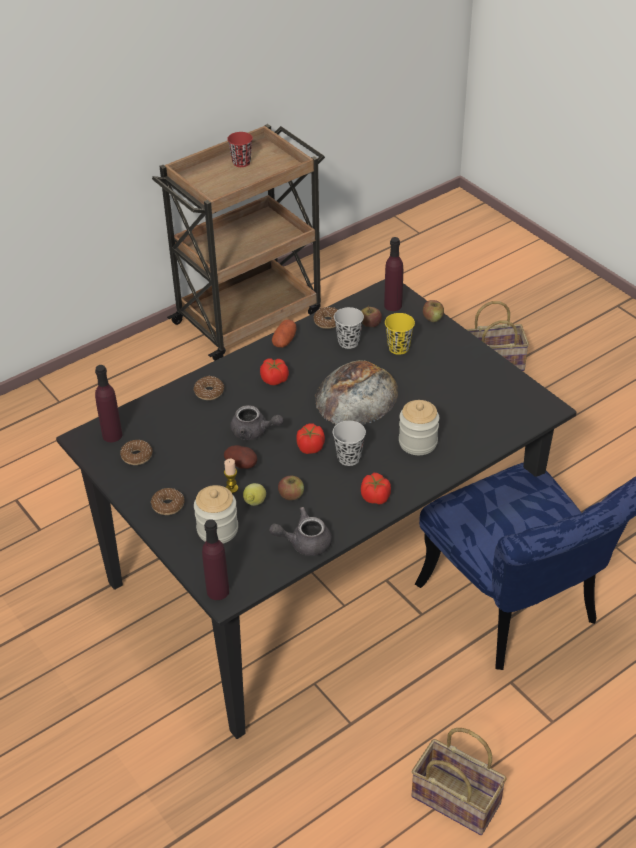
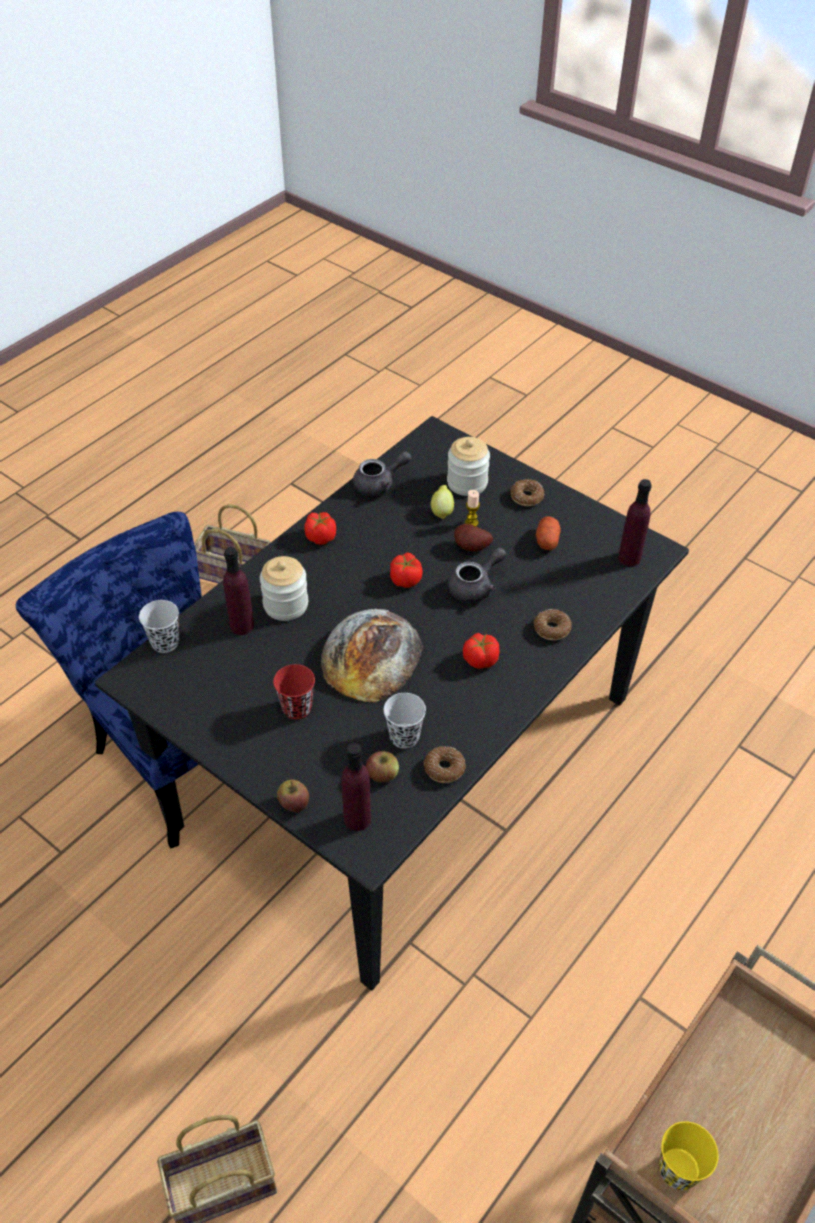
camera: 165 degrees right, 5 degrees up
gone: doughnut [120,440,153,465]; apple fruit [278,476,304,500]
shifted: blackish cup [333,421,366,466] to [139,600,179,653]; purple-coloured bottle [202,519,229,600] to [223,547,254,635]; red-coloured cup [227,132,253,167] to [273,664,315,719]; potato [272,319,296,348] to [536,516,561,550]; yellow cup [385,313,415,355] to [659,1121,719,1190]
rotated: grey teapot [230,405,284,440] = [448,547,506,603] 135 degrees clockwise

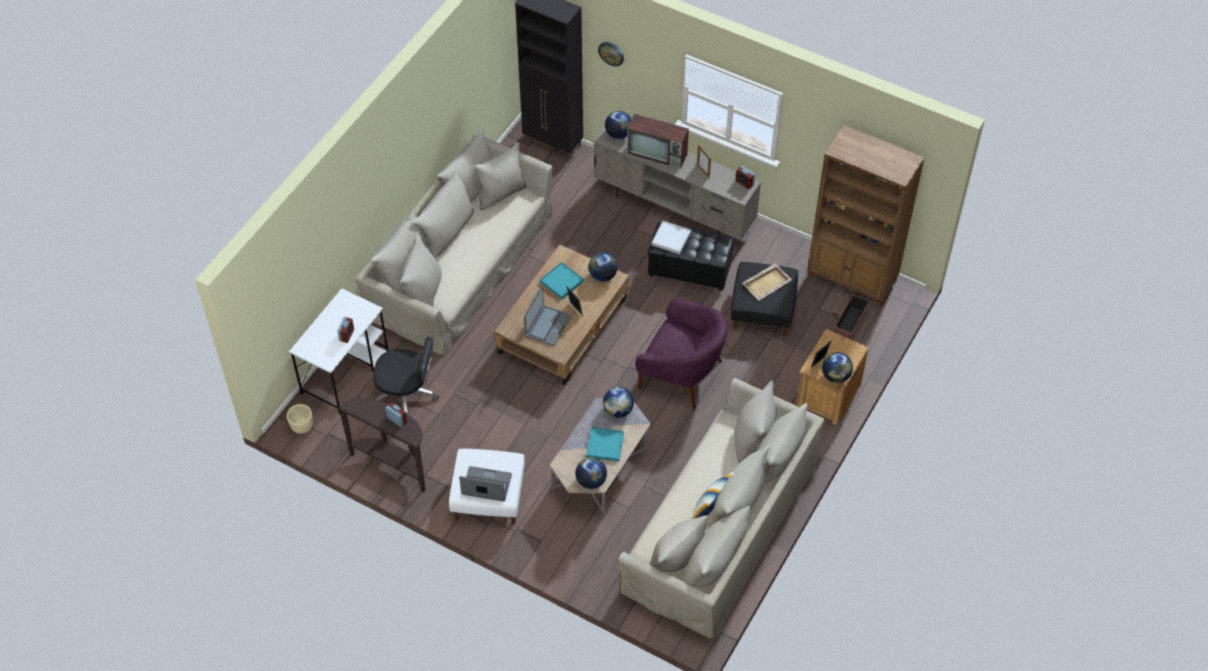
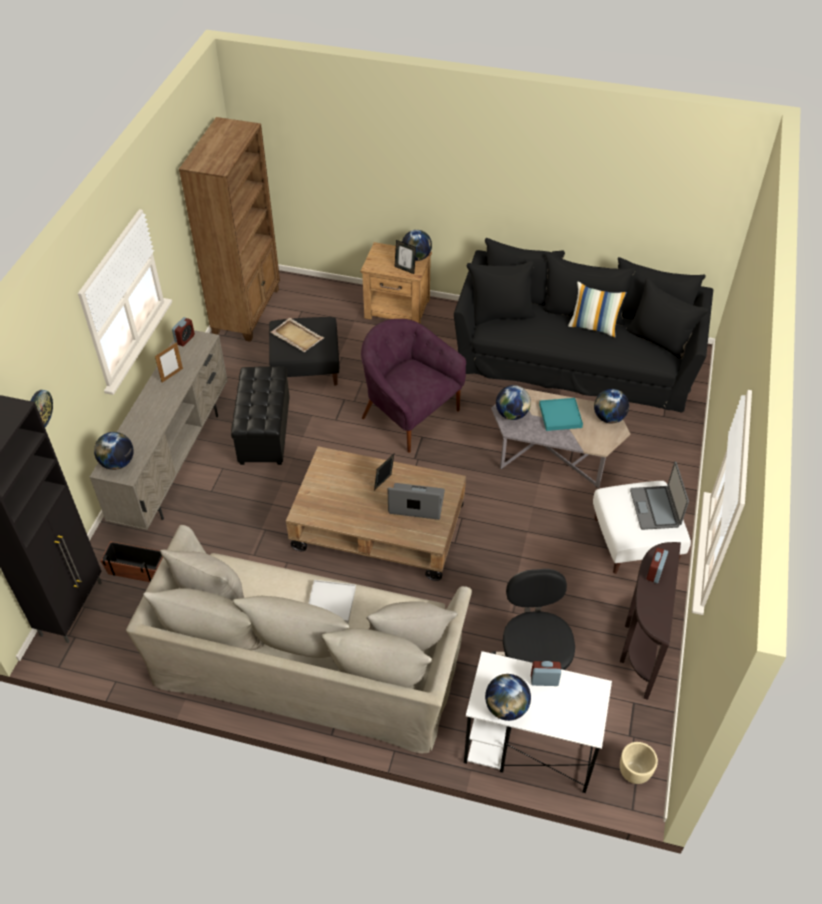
camera: 105 degrees left, 5 degrees down
gone: turquoise-coloured tray [540,262,584,299]; TV [627,114,689,169]
shifted: flower pot [832,291,870,339] to [100,541,163,582]; white-coloured tray [651,221,691,254] to [308,580,356,624]; world globe [588,253,618,282] to [485,674,531,721]
repainted: beige-coloured settee [618,378,824,639] to blackish settee [454,238,713,413]
rotated: purple-coloured armchair [635,298,728,409] = [361,319,466,453] 60 degrees counterclockwise

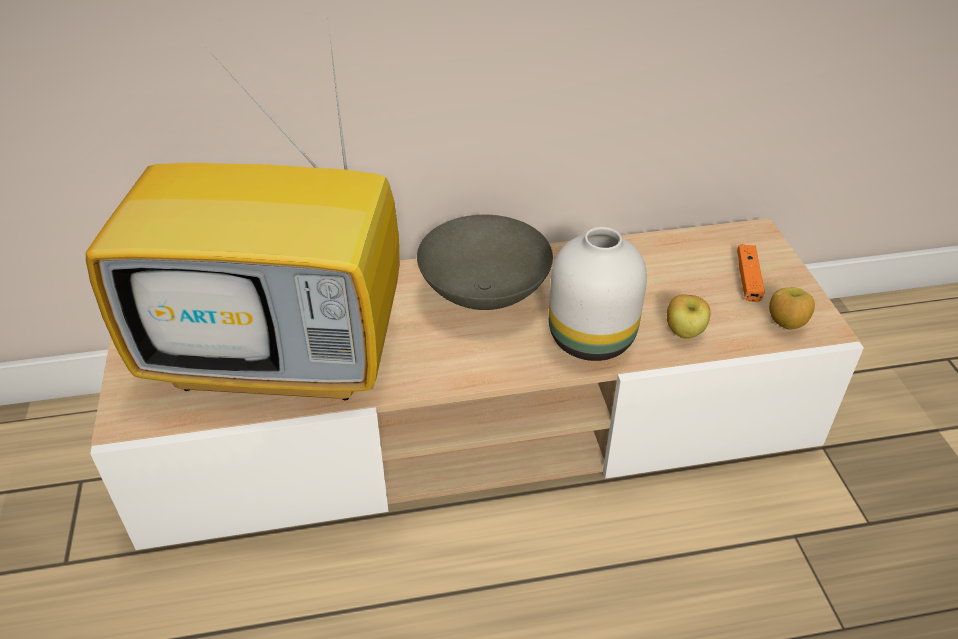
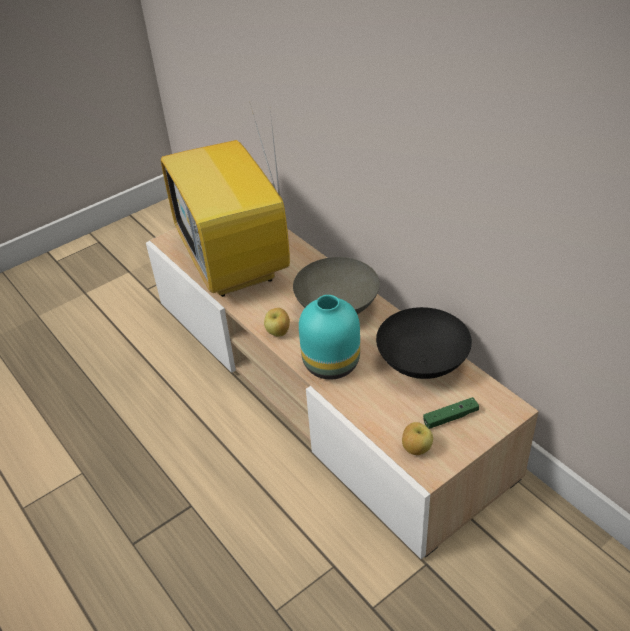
camera: 65 degrees right, 0 degrees up
new: blackish deep dish [376,307,472,379]
shifted: apple fruit [667,294,710,339] to [264,308,290,337]
repainted: white-coloured flower vase [549,227,647,361] to turquoise-coloured flower vase [299,295,360,379]; orangey game controller [737,244,765,302] to green-coloured game controller [423,397,479,429]

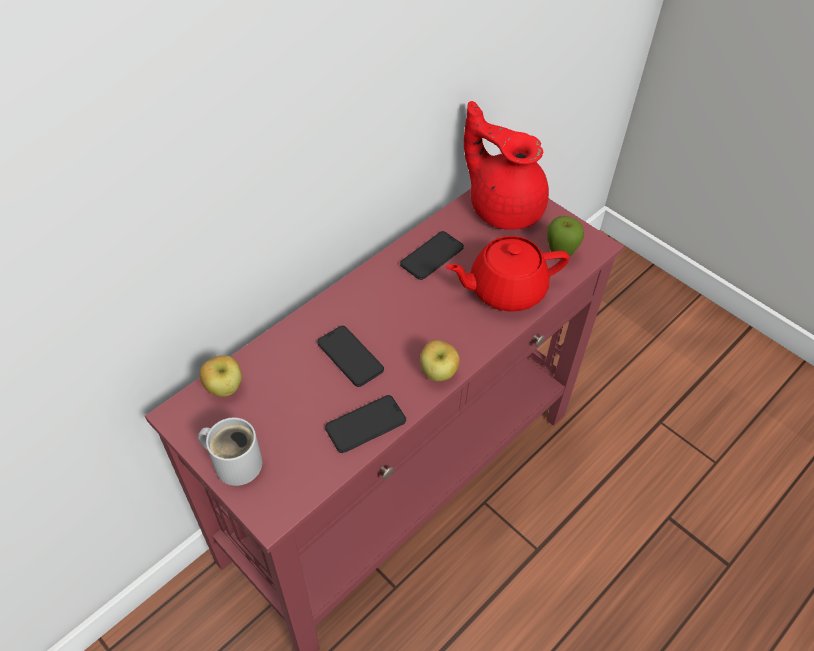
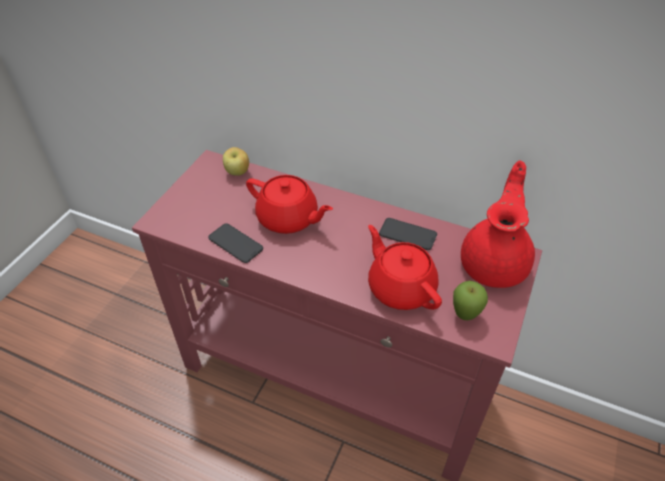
camera: 70 degrees right, 5 degrees down
gone: white-coloured coffee mug [198,418,262,486]; apple fruit [420,340,460,381]
swapped: handset [317,326,384,387] to red-coloured teapot [246,175,333,234]

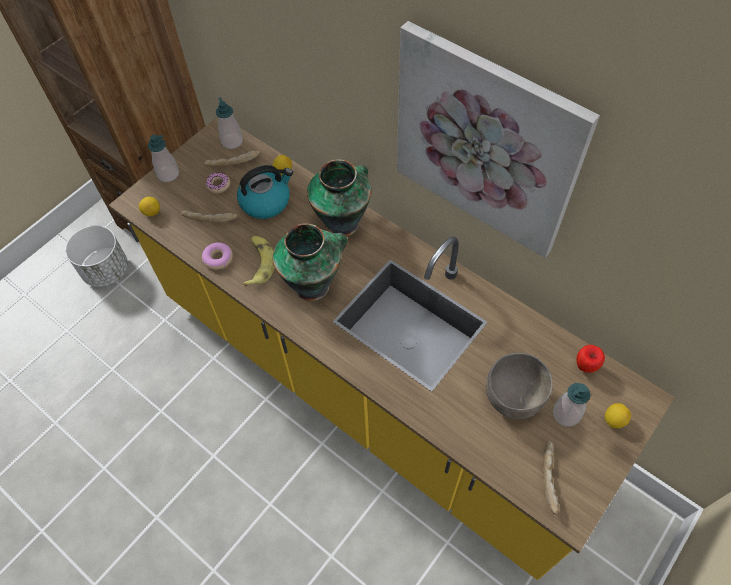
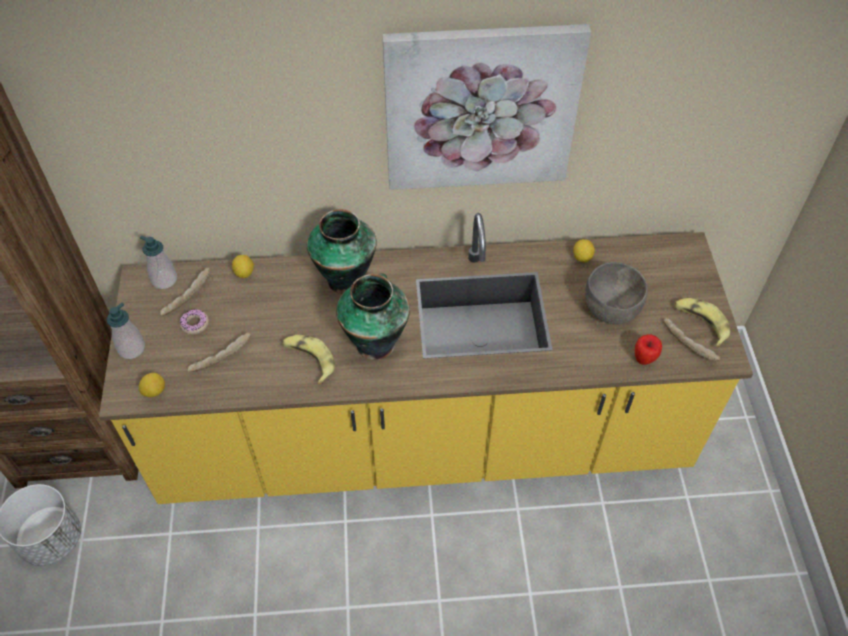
camera: 45 degrees left, 5 degrees down
gone: doughnut [202,242,233,270]; kettle [237,165,293,219]; liquid soap bottle [553,383,591,427]
new: banana fruit [674,298,730,348]
shifted: lemon [605,403,631,428] to [573,239,595,263]; apple fruit [576,345,605,373] to [635,334,662,365]

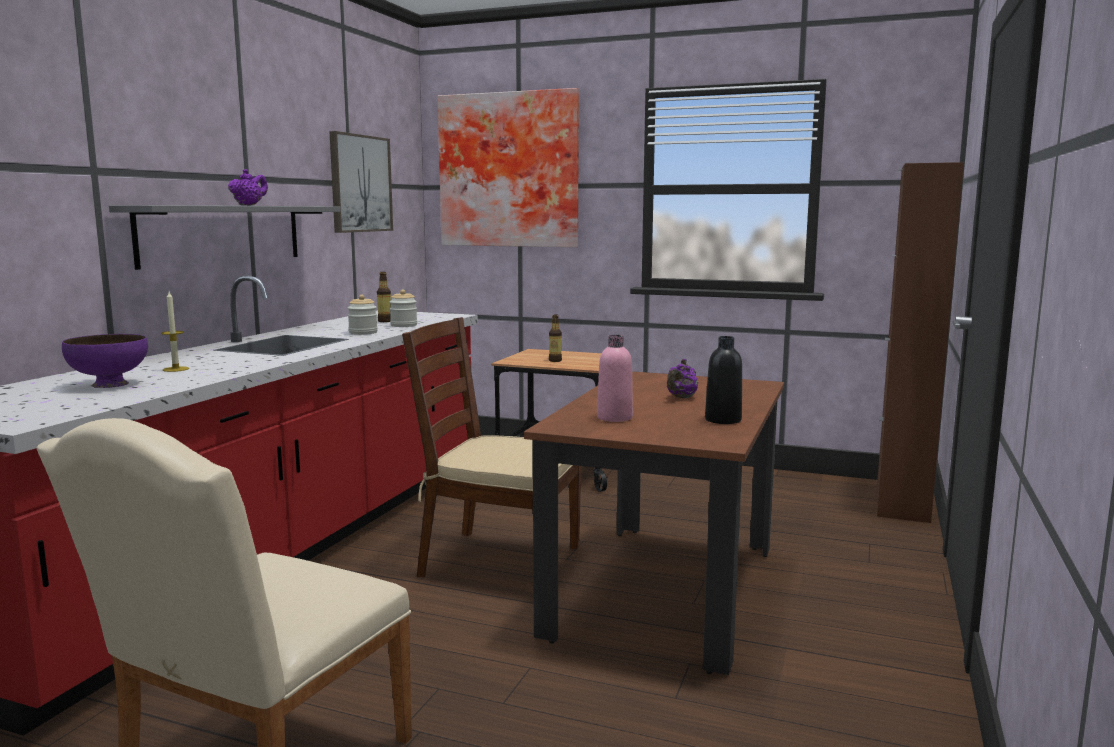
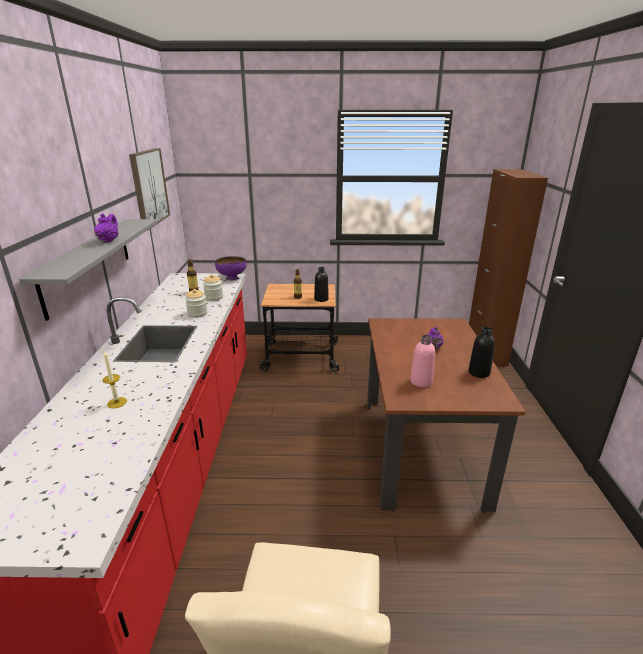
camera: 20 degrees left, 15 degrees up
gone: brown-coloured upright chair [402,317,582,577]; picture [438,88,579,247]
new: blackish bottle [314,267,329,302]
shifted: purple-coloured deep dish [62,334,148,388] to [215,256,247,281]

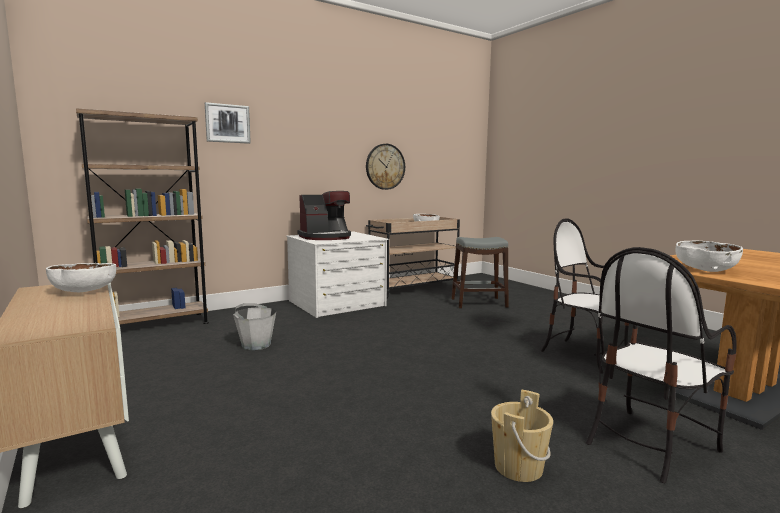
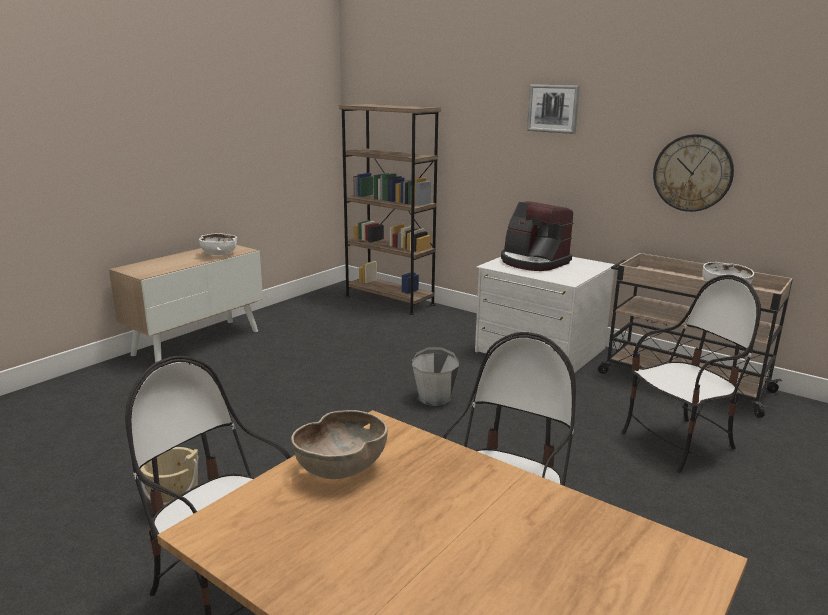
camera: 70 degrees right, 10 degrees up
shifted: grey bucket [233,303,276,350] to [412,347,459,406]; picture [205,102,251,144] to [527,84,580,134]
swapped: grey stool [451,237,508,308] to upright chair [622,275,761,473]
repainted: white-coloured deep dish [675,241,743,272] to brown-coloured deep dish [291,410,388,479]

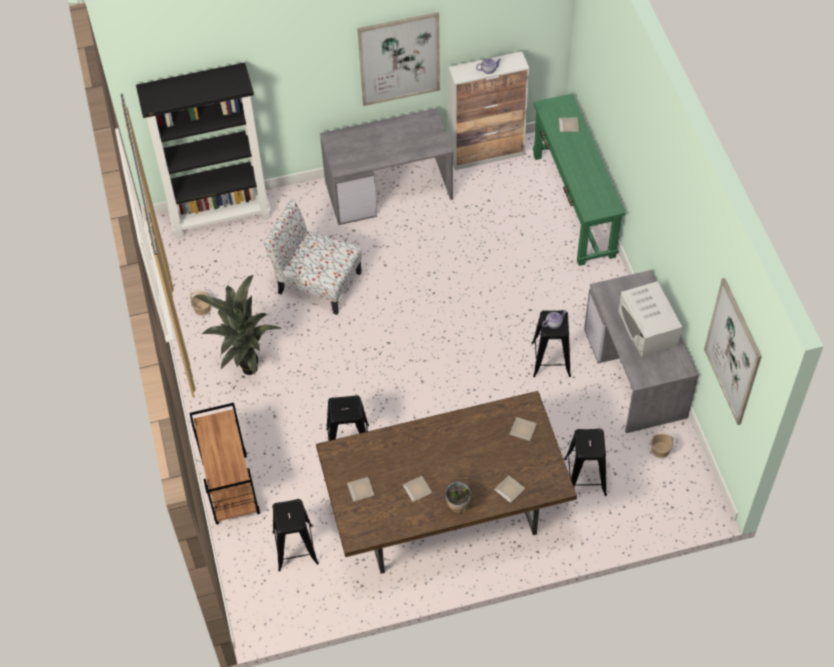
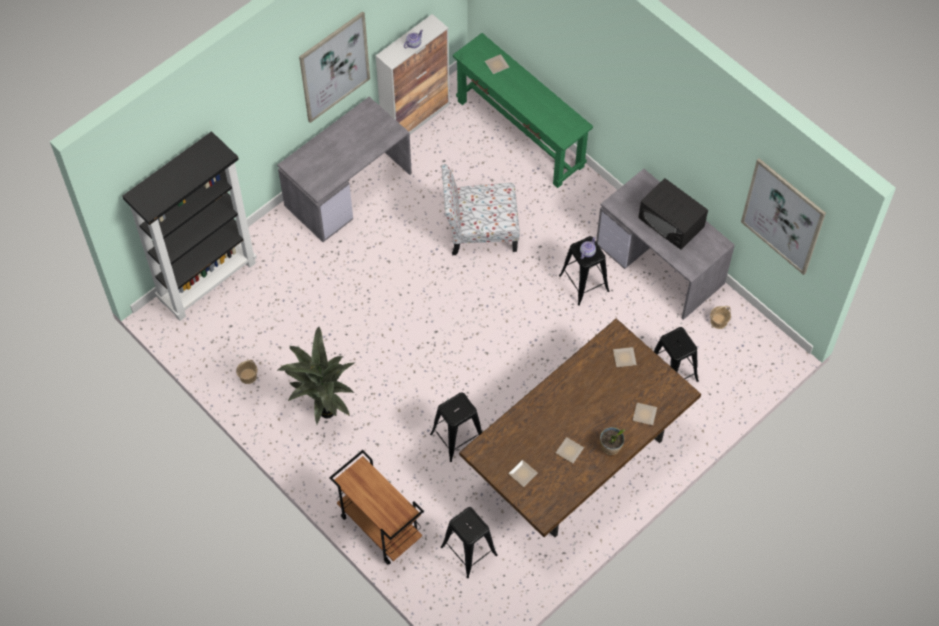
camera: 30 degrees left, 5 degrees up
shifted: upright chair [263,199,362,315] to [441,164,520,255]
repainted: white-coloured kitchen microwave [618,281,682,357] to blackish kitchen microwave [638,178,708,250]

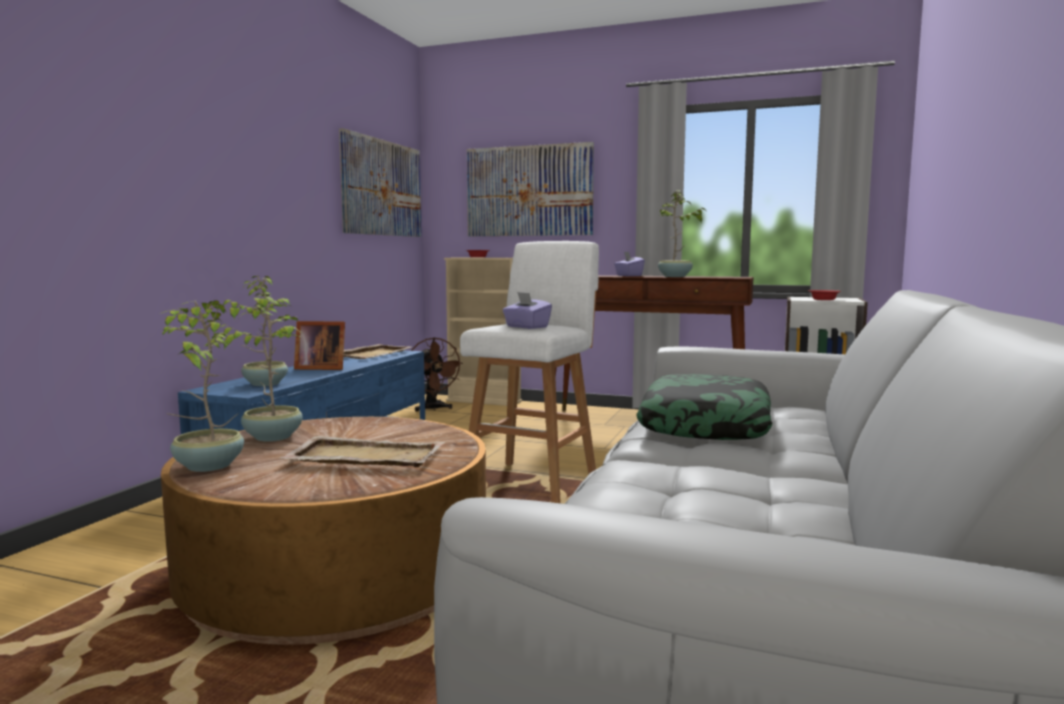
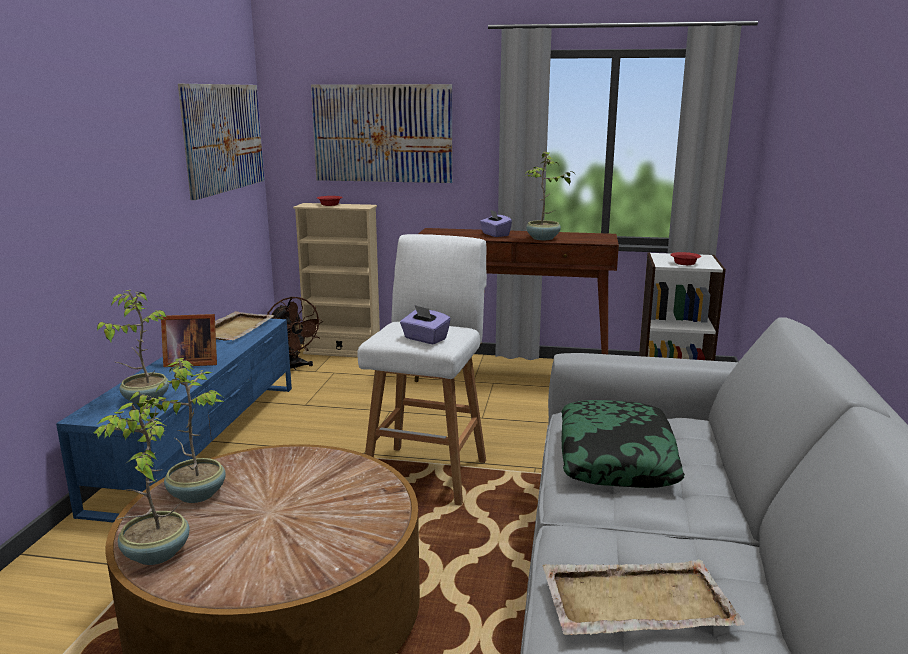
camera: 10 degrees left, 10 degrees up
shifted: beige-coloured tray [279,436,445,467] to [542,559,745,635]

